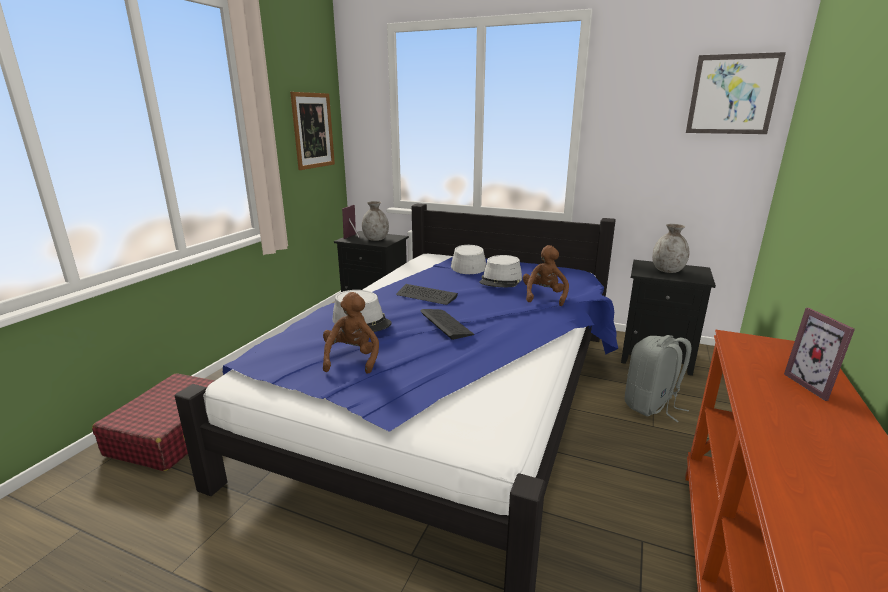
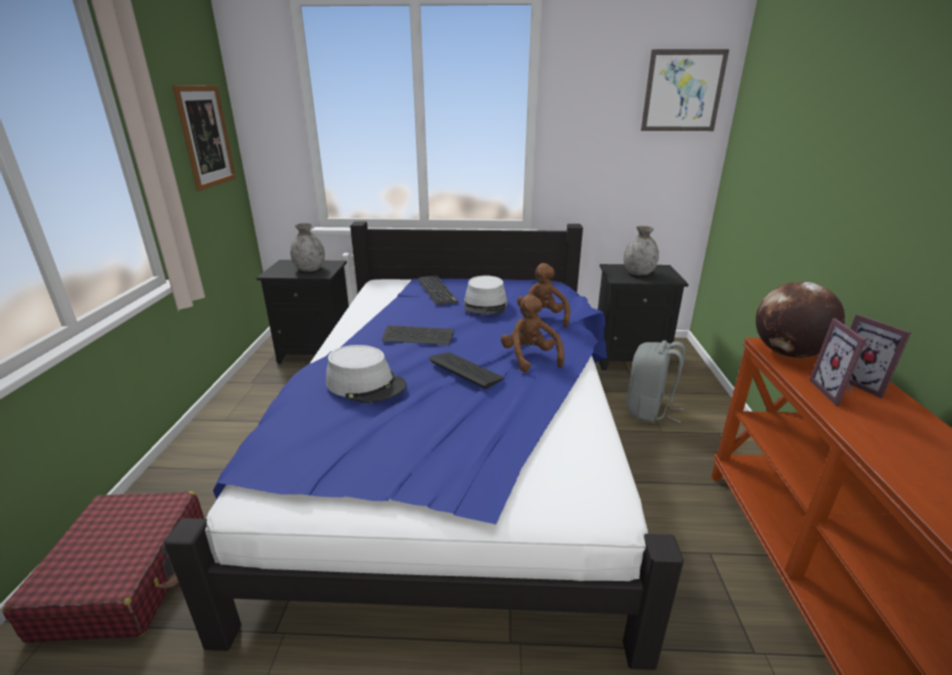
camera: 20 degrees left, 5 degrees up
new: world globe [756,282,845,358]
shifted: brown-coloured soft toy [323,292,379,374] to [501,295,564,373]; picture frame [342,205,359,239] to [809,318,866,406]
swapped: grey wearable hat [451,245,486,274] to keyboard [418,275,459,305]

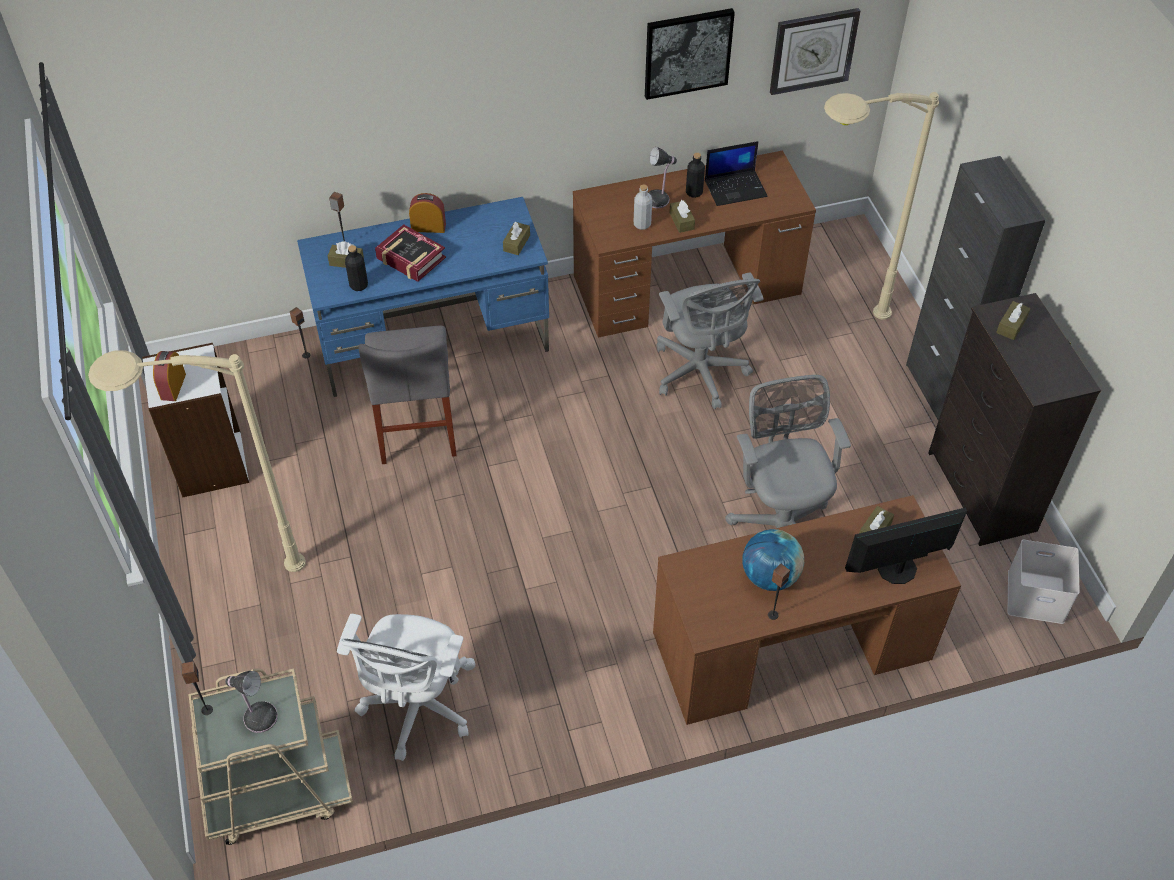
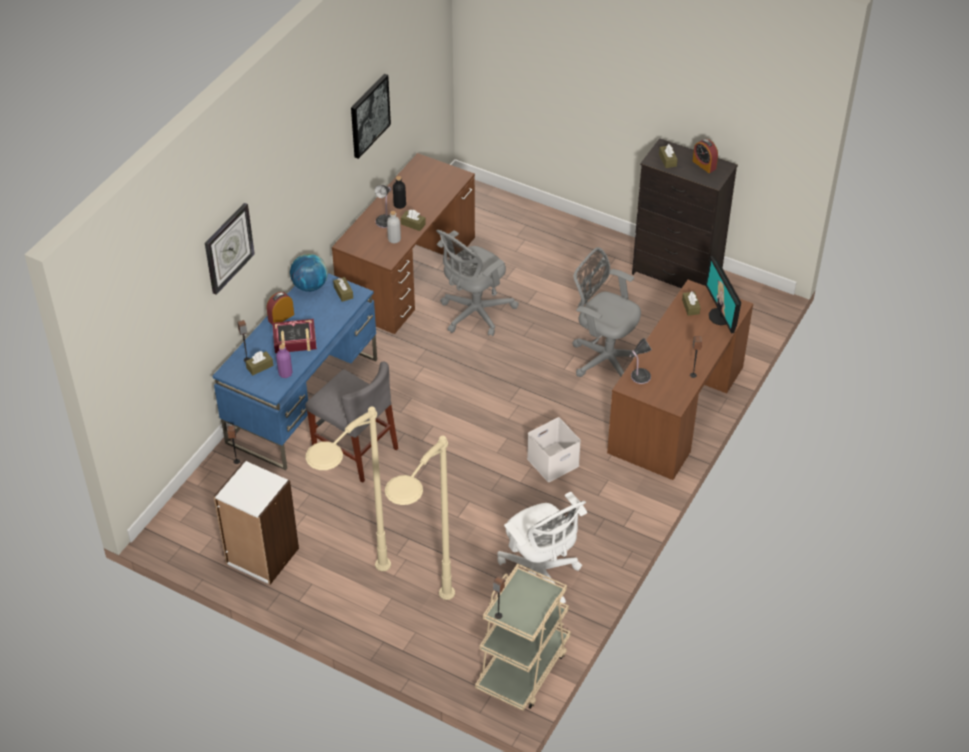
camera: 45 degrees left, 5 degrees down
gone: laptop [705,141,768,206]; blackish cabinet [906,156,1046,420]
shifted: wall clock [770,8,860,95] to [205,203,255,295]; world globe [743,529,804,591] to [290,254,328,292]; beige-coloured standing lamp [824,92,939,320] to [385,436,455,600]; white-coloured storage box [1008,540,1080,624] to [527,417,581,482]; tabletop lamp [225,671,278,733] to [630,338,652,384]; bedside clock [153,351,186,401] to [693,139,718,173]
repainted: blackish bottle [345,245,368,291] to purple-coloured bottle [276,344,293,378]
rotated: grey office chair [657,273,763,409] = [436,230,519,336] 105 degrees clockwise; monitor [845,508,967,584] = [705,256,741,334] 45 degrees counterclockwise

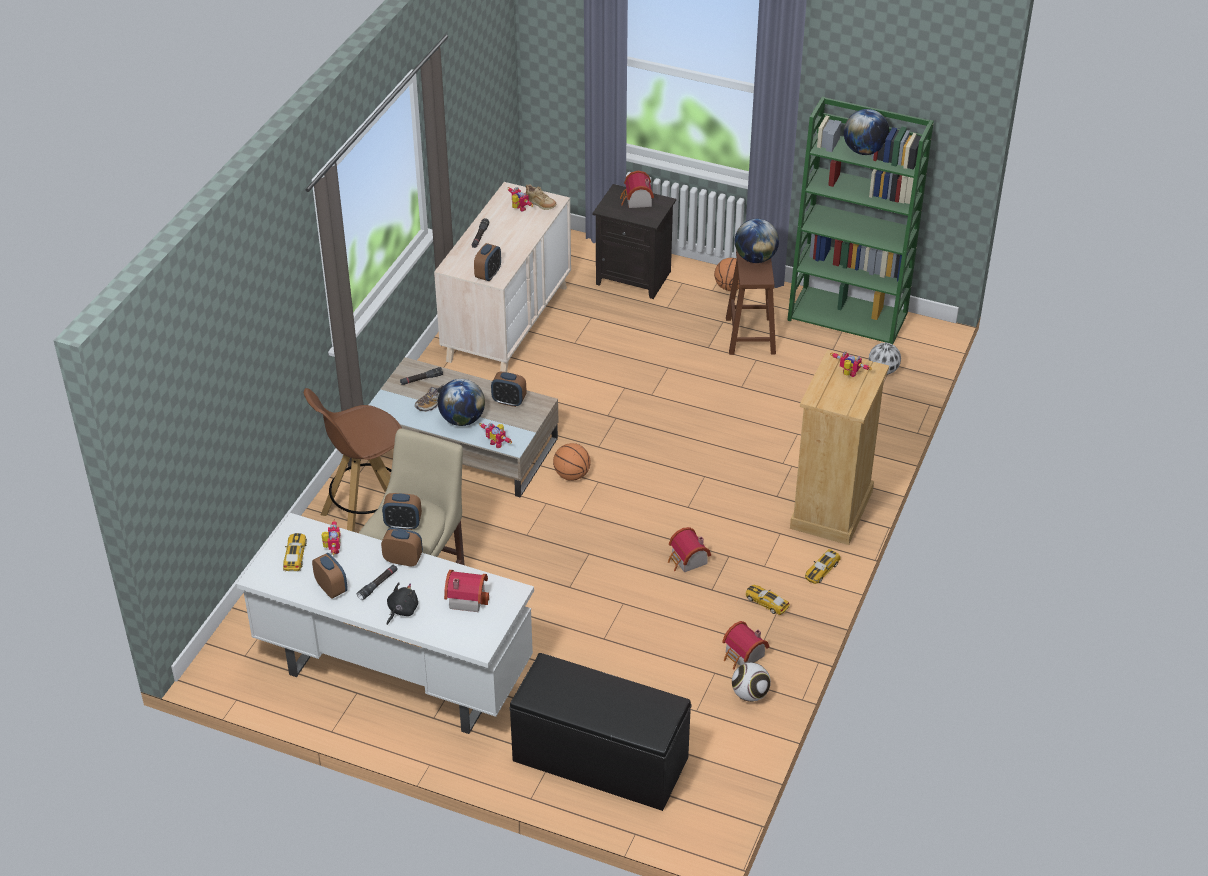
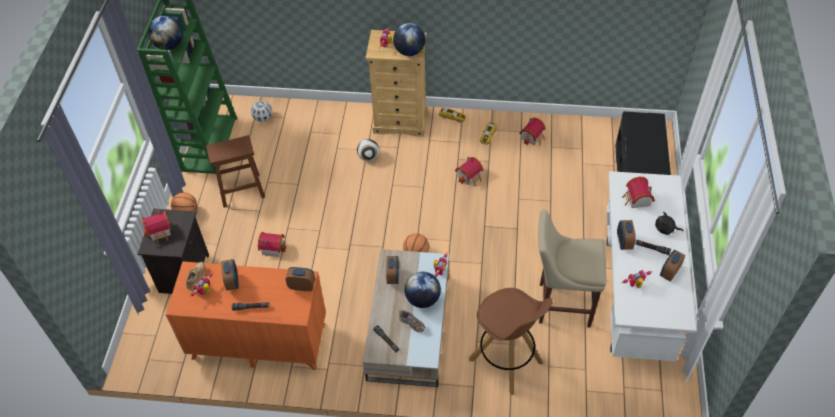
camera: 105 degrees left, 10 degrees up
gone: miniature car [283,533,307,572]
new: toy house [258,232,286,257]
shifted: bedside clock [382,493,422,530] to [221,259,239,291]; football ball [732,663,771,702] to [357,139,379,161]; world globe [735,219,779,263] to [393,23,426,56]
repainted: beige-coloured chest of drawers [434,182,571,372] to orangey chest of drawers [166,261,326,370]

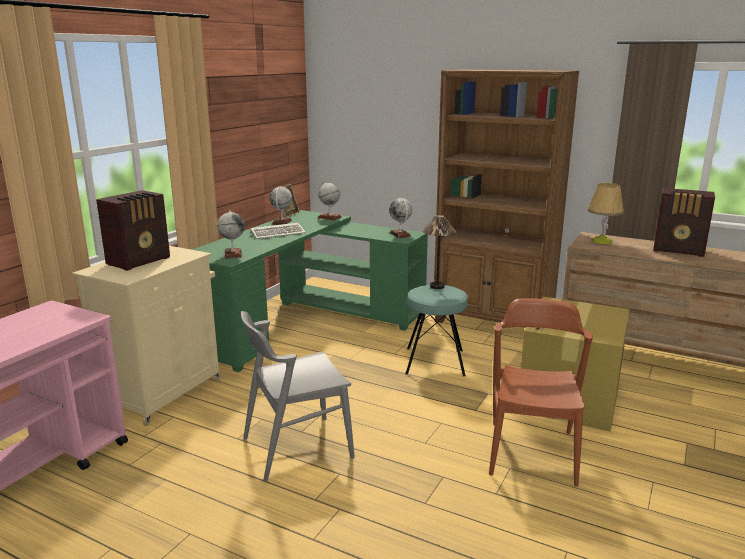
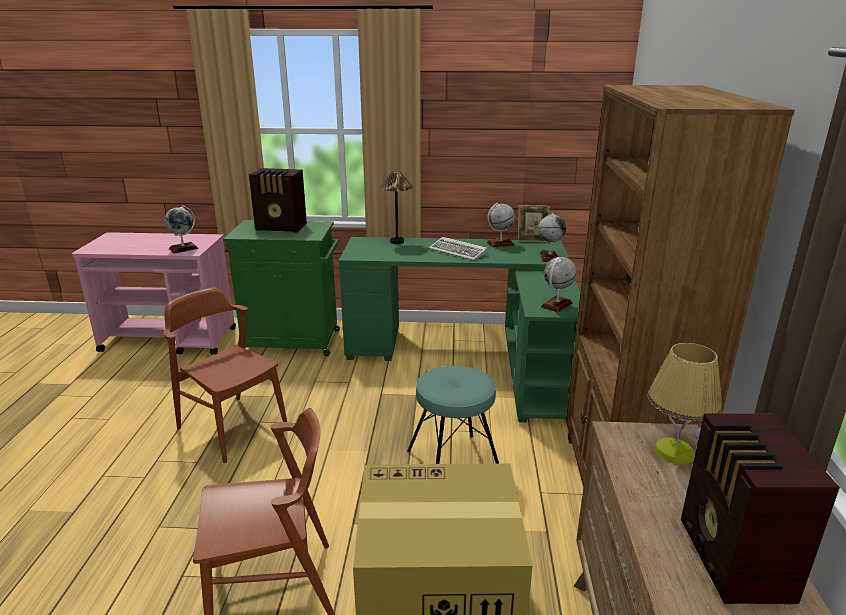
camera: 65 degrees right, 5 degrees up
shifted: world globe [217,210,245,259] to [165,205,199,254]; tabletop lamp [422,215,456,289] to [380,171,413,244]
repainted: grey upright chair [241,311,355,482] to brown-coloured upright chair [163,287,287,463]; beige-coloured cabinet [72,246,221,426] to green-coloured cabinet [223,220,340,356]

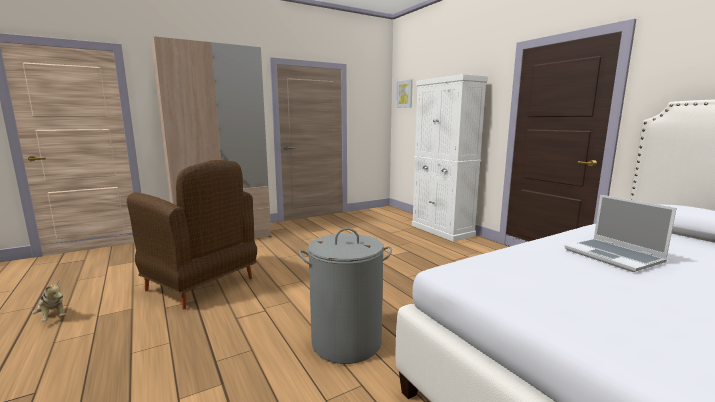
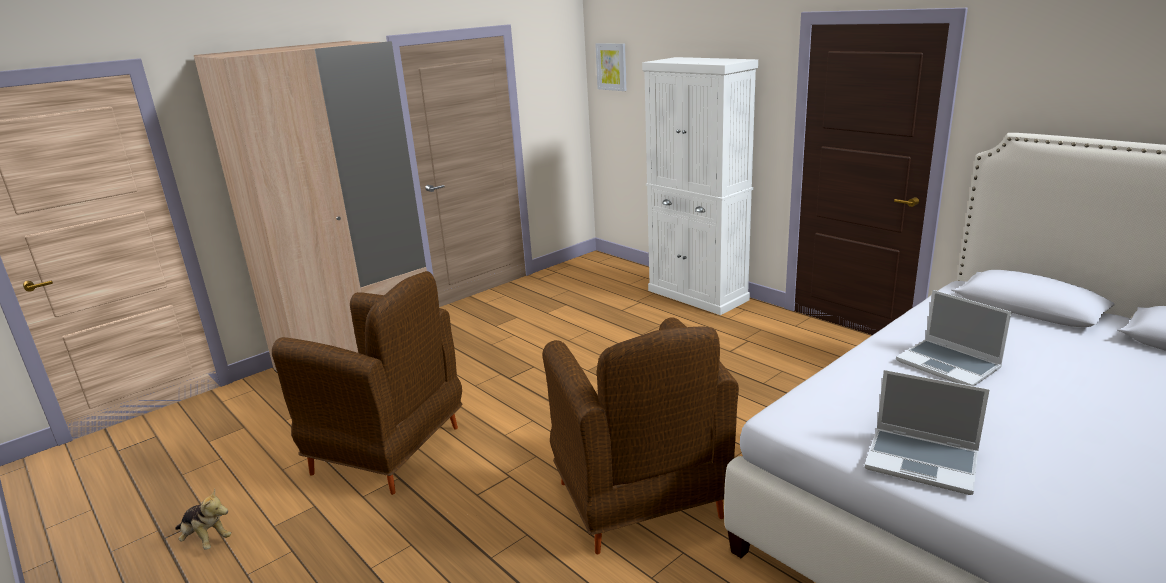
camera: 10 degrees left, 10 degrees up
new: laptop [865,370,990,495]
swapped: grey washing basket [299,228,392,364] to brown-coloured armchair [542,318,739,554]

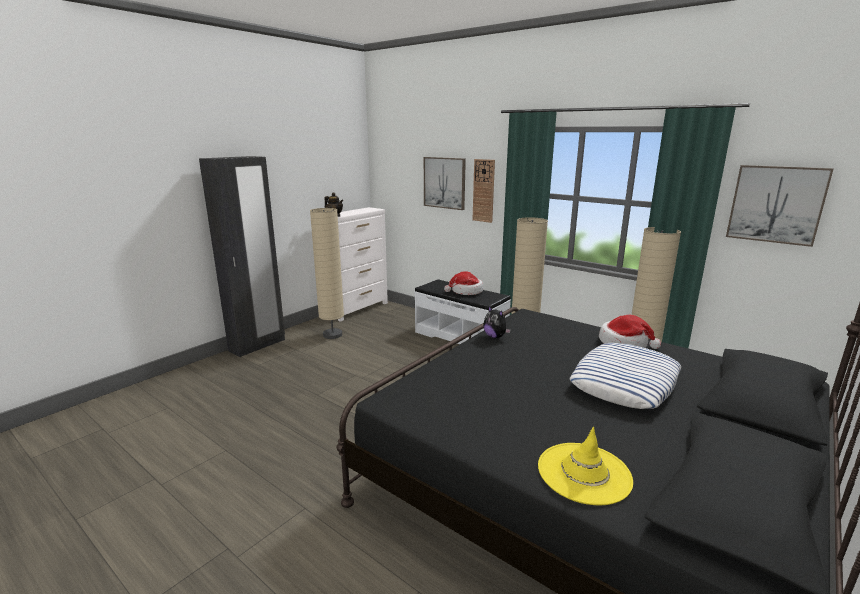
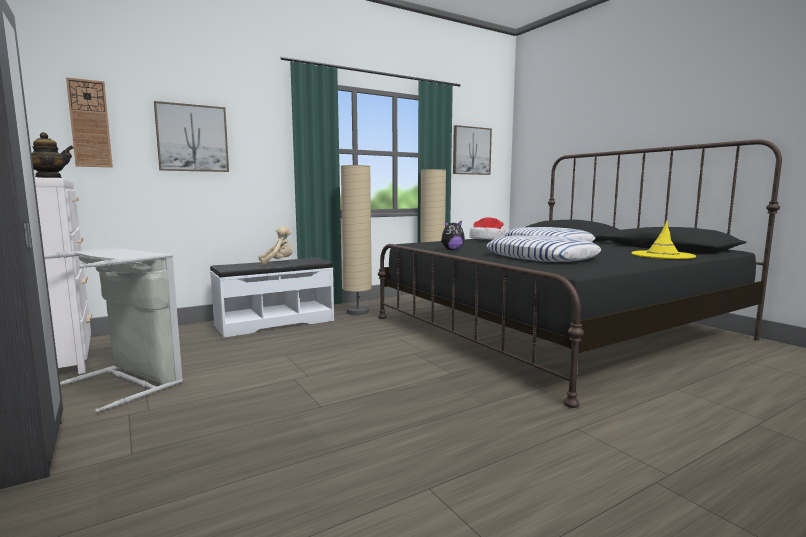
camera: 70 degrees left, 10 degrees down
new: throw pillow [486,235,601,262]
shifted: wall clock [473,159,495,223] to [66,77,113,167]
swapped: beige-coloured standing lamp [310,208,344,339] to grey washing basket [44,247,183,412]; wearable hat [444,271,483,295] to beige-coloured soft toy [259,226,292,265]

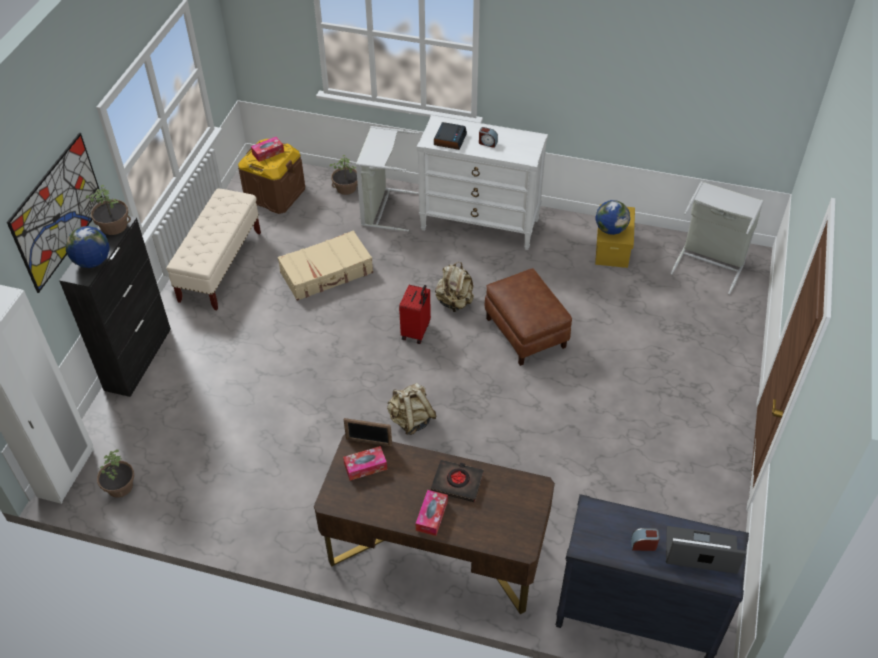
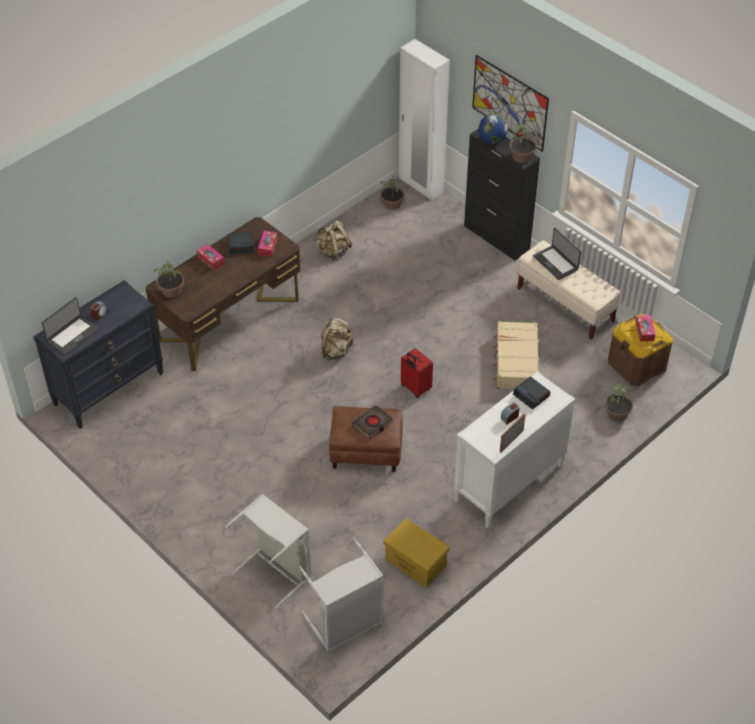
camera: 120 degrees right, 0 degrees up
gone: world globe [596,200,630,235]
new: potted plant [154,260,185,298]; bedside clock [228,232,254,255]; laptop [533,228,581,280]
shifted: grey washing basket [356,126,419,232] to [225,494,312,609]; beige-coloured rucksack [435,262,474,312] to [315,220,352,261]; blackish volume [431,460,484,502] to [352,405,393,439]; picture frame [344,418,392,446] to [500,414,526,453]

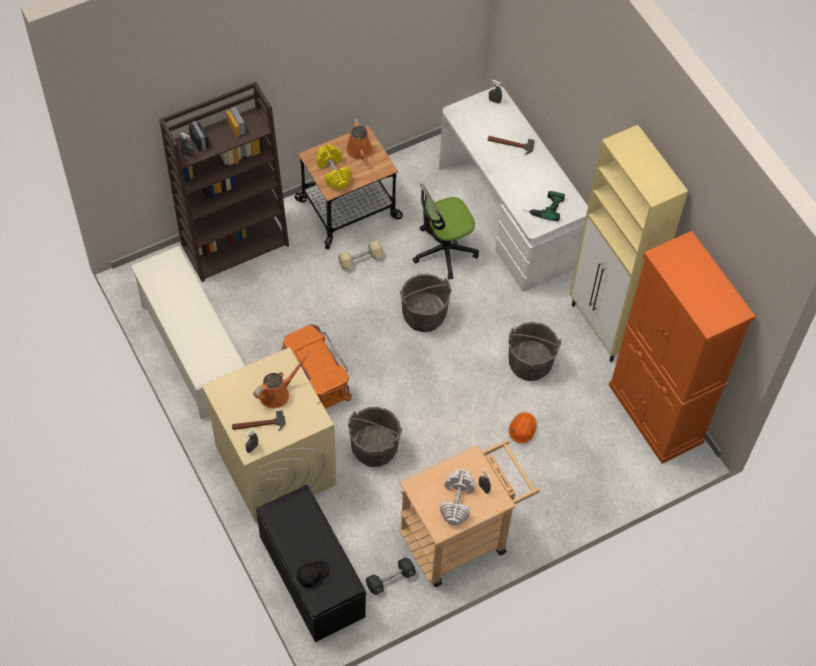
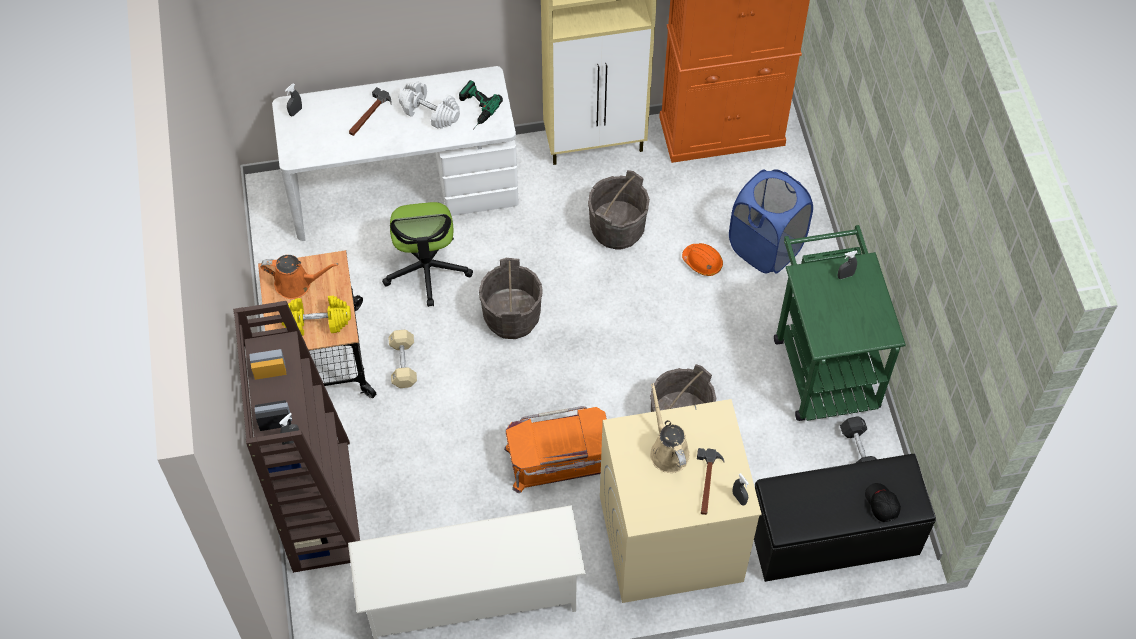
camera: 70 degrees left, 0 degrees up
new: blue washing basket [729,169,813,273]
shifted: white-coloured dumbbell [440,469,475,525] to [398,81,460,129]
repainted: orangey sprinkling can [253,355,308,408] to beige-coloured sprinkling can [650,383,690,473]; beige-coloured trolley [399,440,540,587] to green-coloured trolley [774,225,906,421]

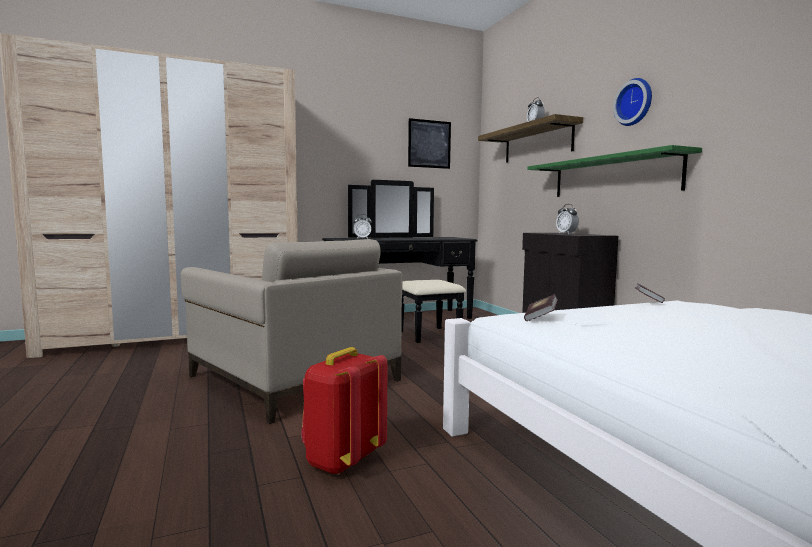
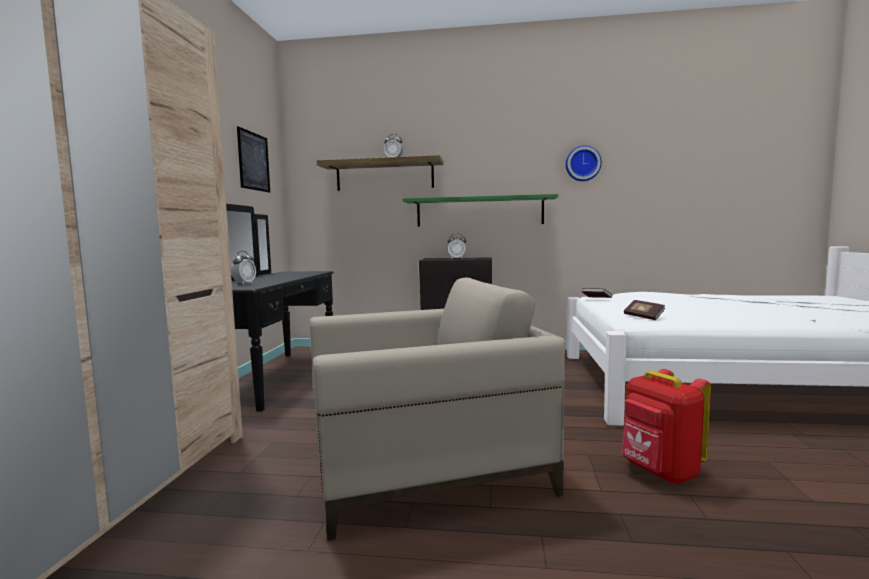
camera: 60 degrees left, 0 degrees up
shifted: wall clock [613,78,652,126] to [566,145,602,181]

